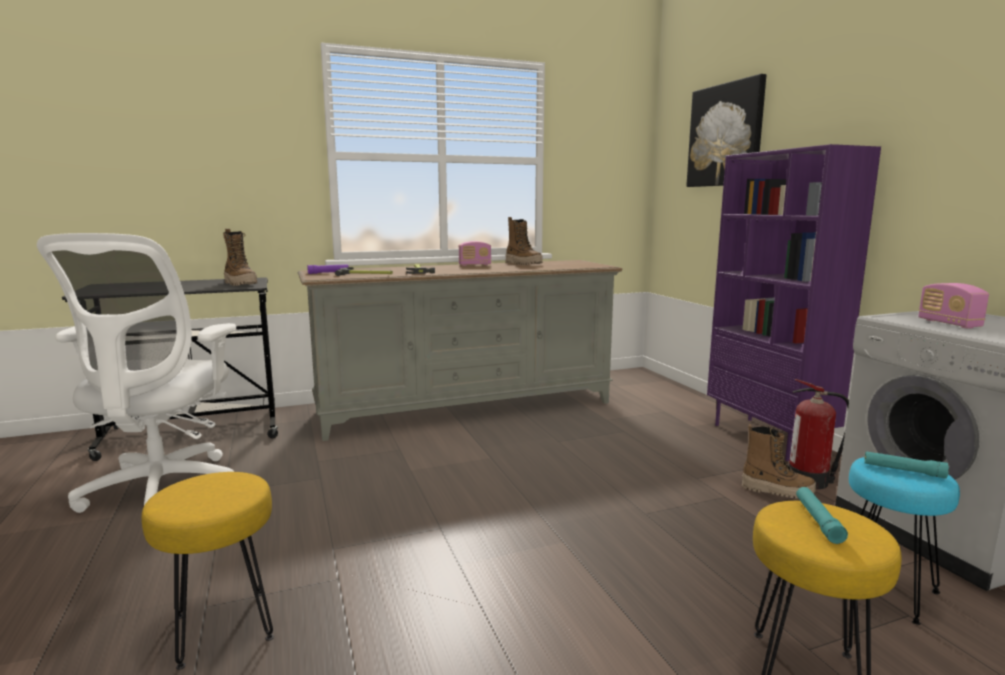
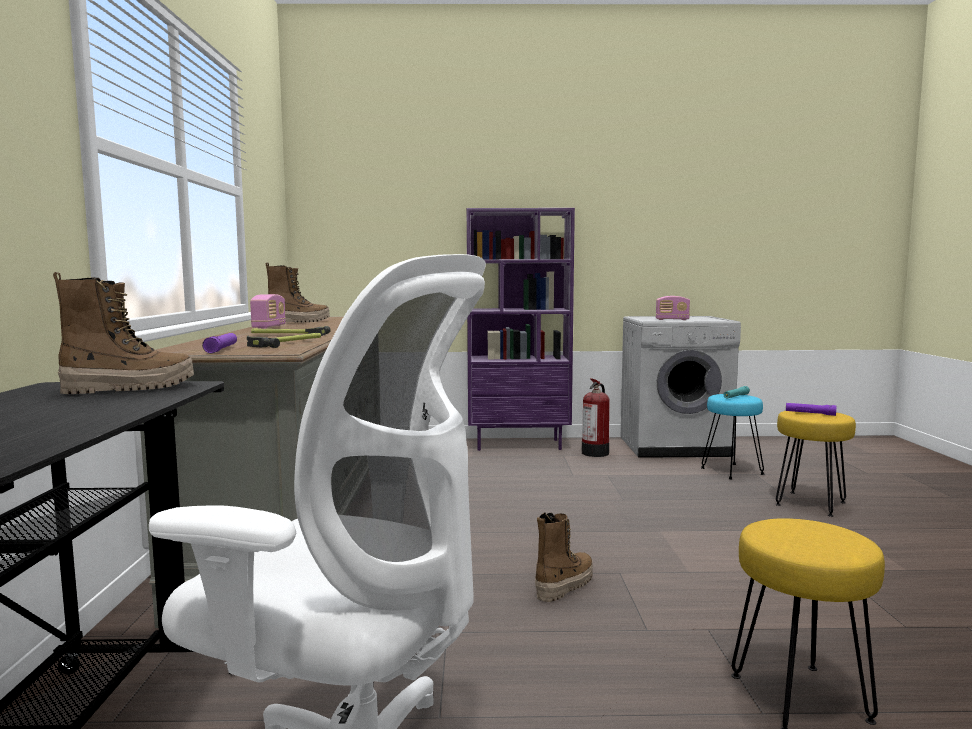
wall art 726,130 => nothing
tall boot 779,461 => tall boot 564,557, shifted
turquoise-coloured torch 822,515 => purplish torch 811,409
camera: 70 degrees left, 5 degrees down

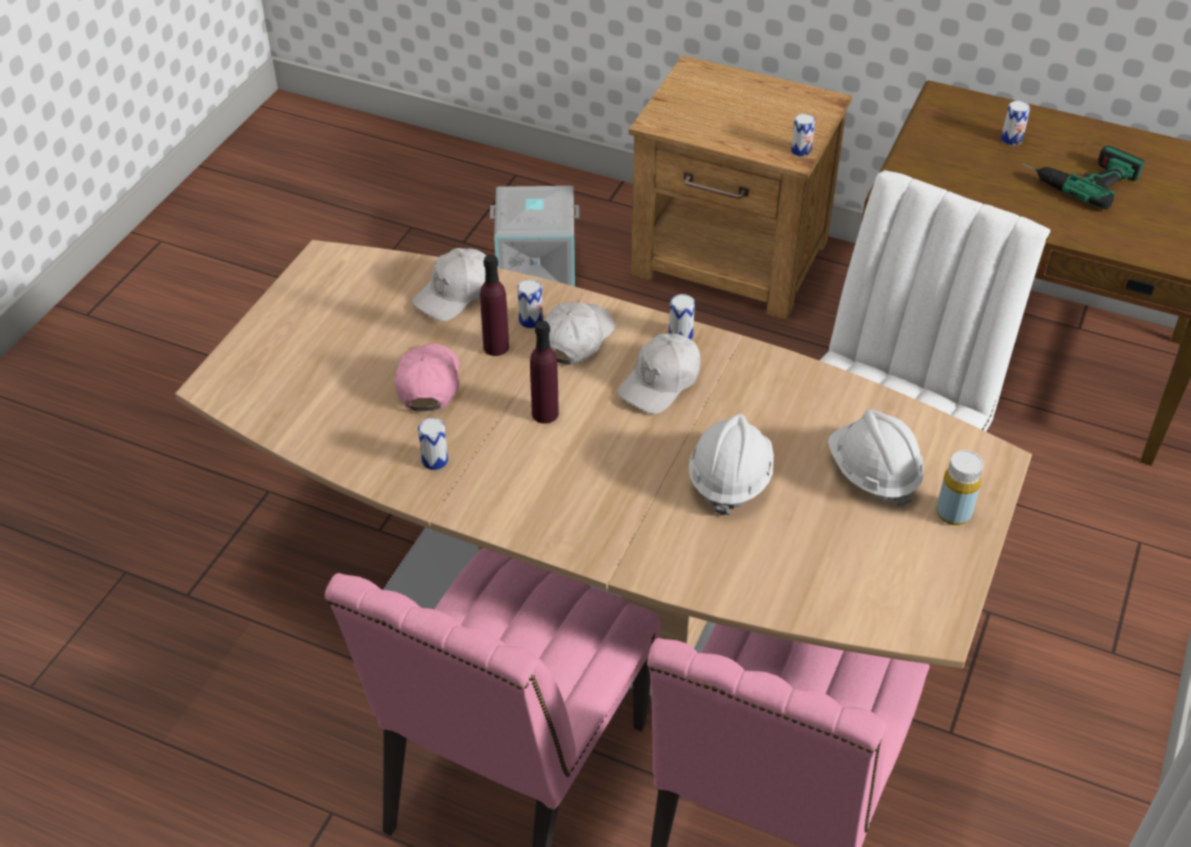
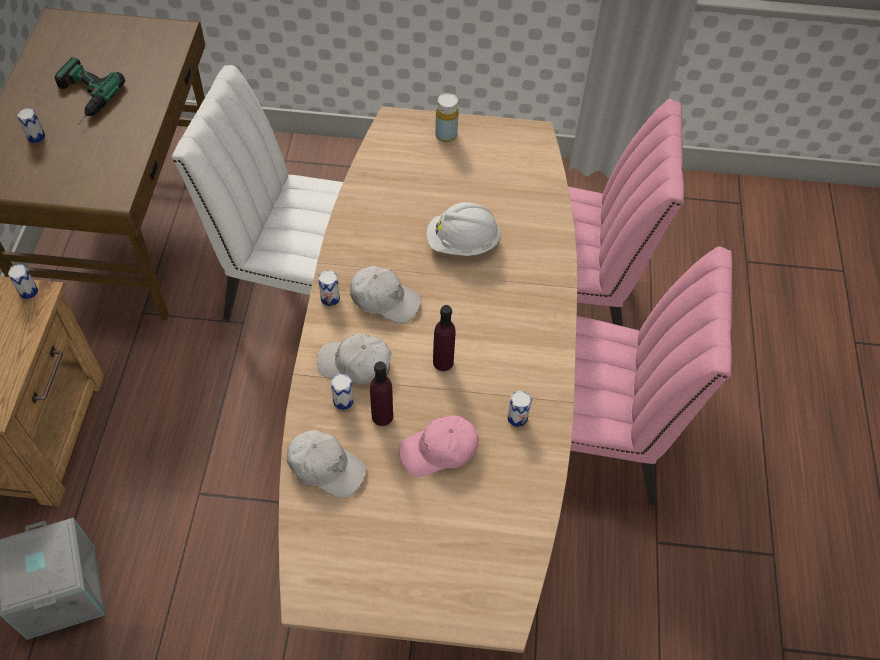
white safety helmet 876,457 => nothing
camera: 110 degrees left, 10 degrees up

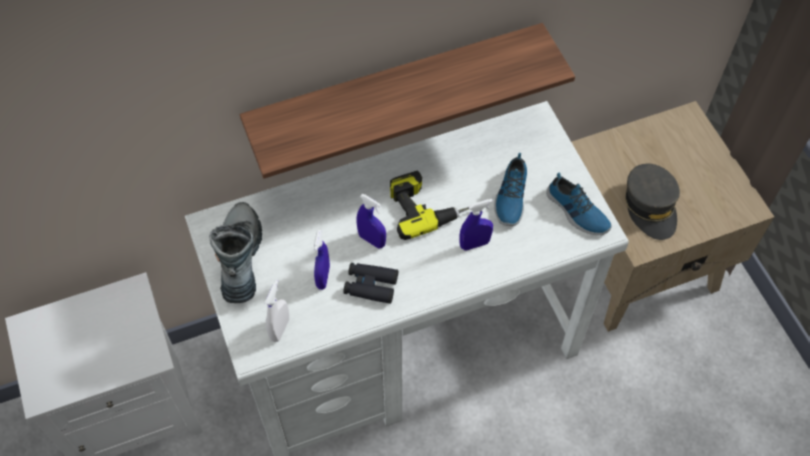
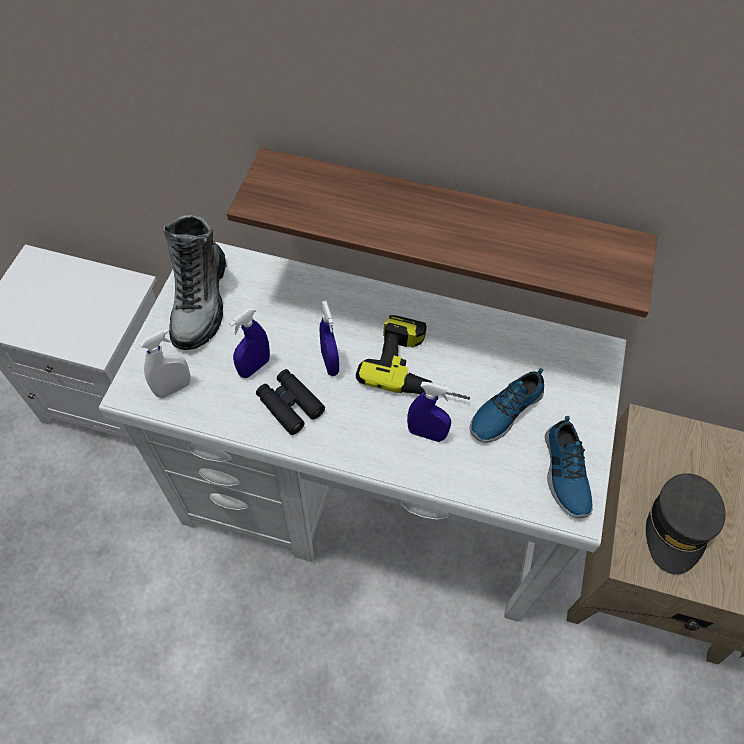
tall boot 235,252 => tall boot 195,282, 150 degrees clockwise
camera: 35 degrees right, 0 degrees up

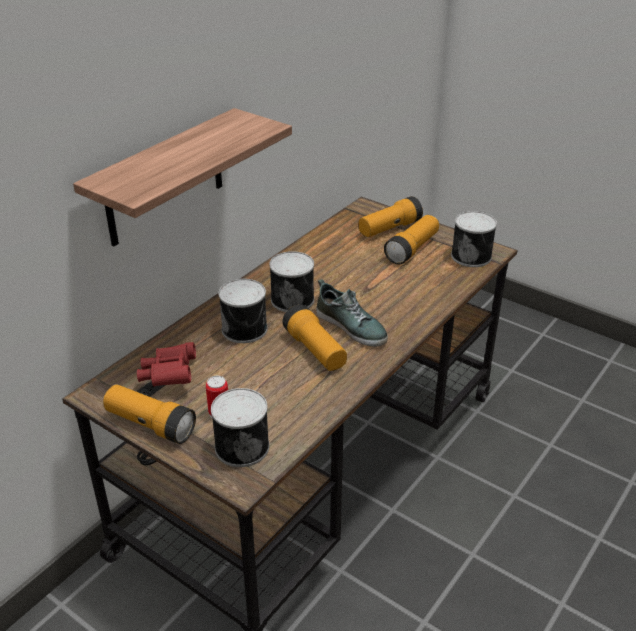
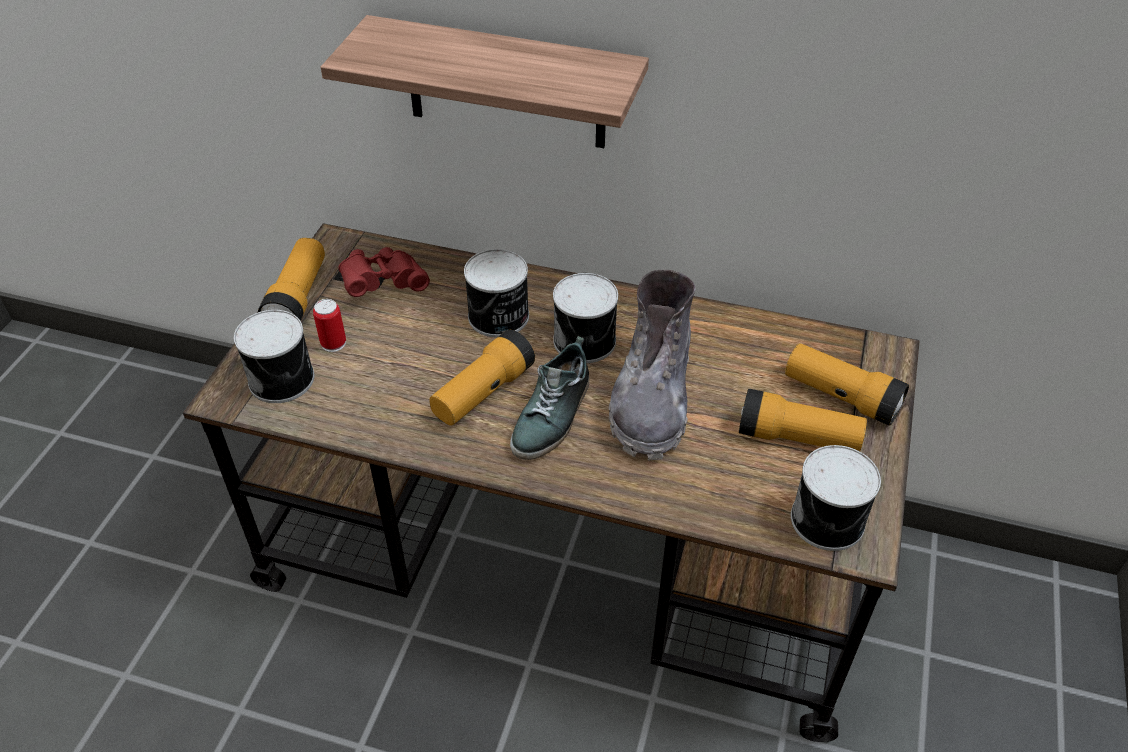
nothing => greyish tall boot 652,365
camera: 70 degrees right, 10 degrees up

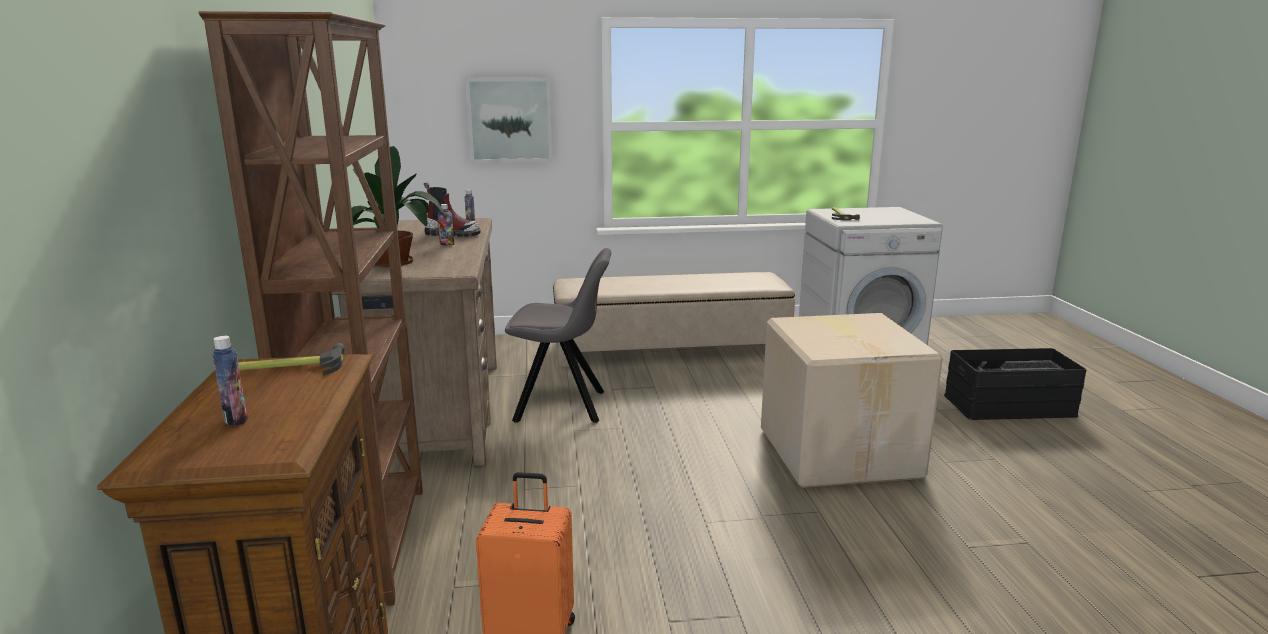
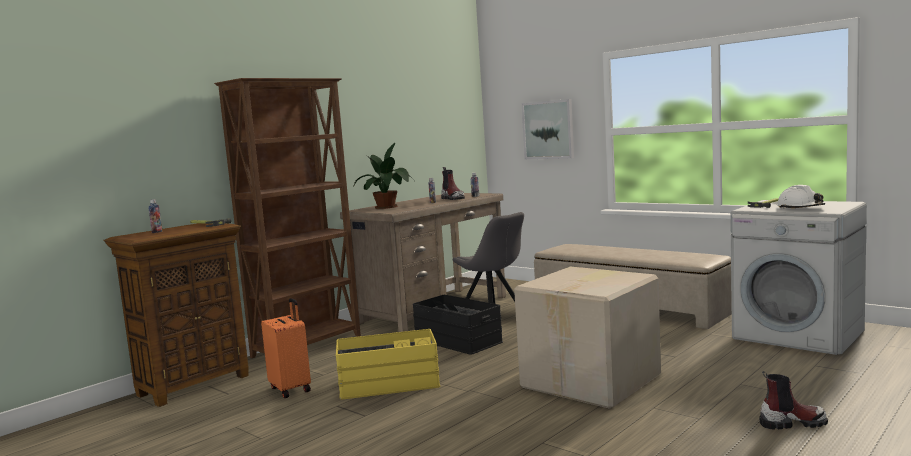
blackish storage container 1015,384 => blackish storage container 458,325, shifted
nothing => yellow-coloured storage container 388,364
nothing => tall boot 793,400
nothing => white safety helmet 801,197
camera: 50 degrees right, 10 degrees down

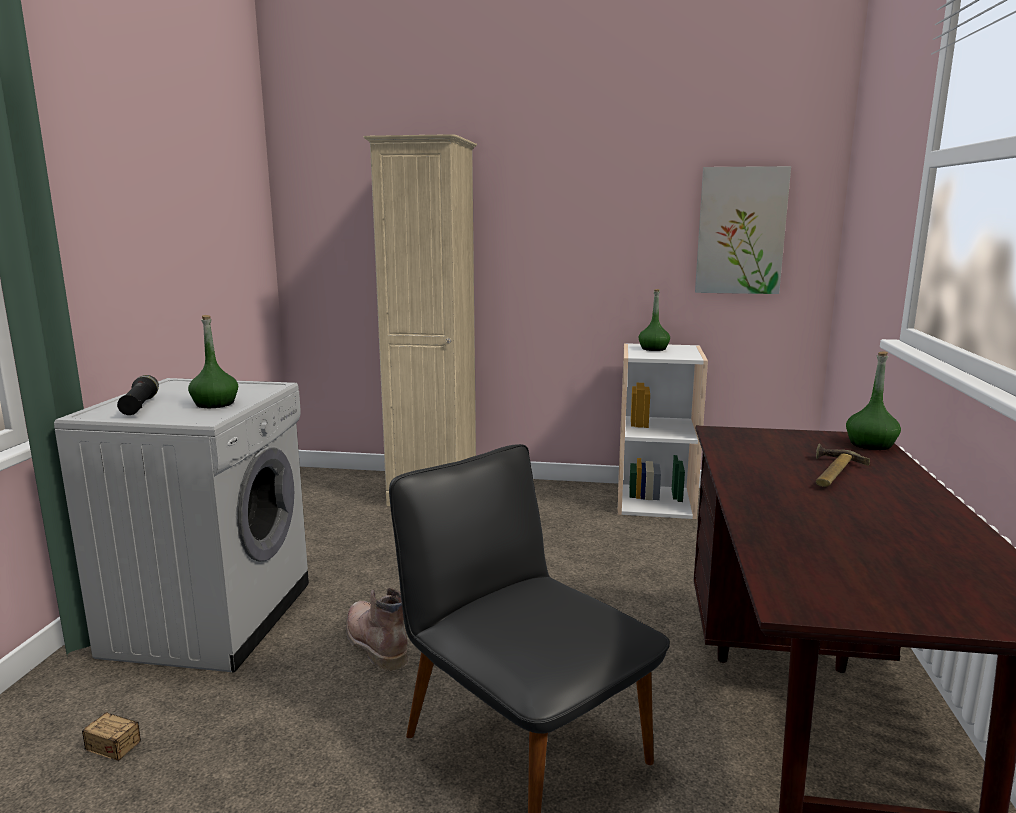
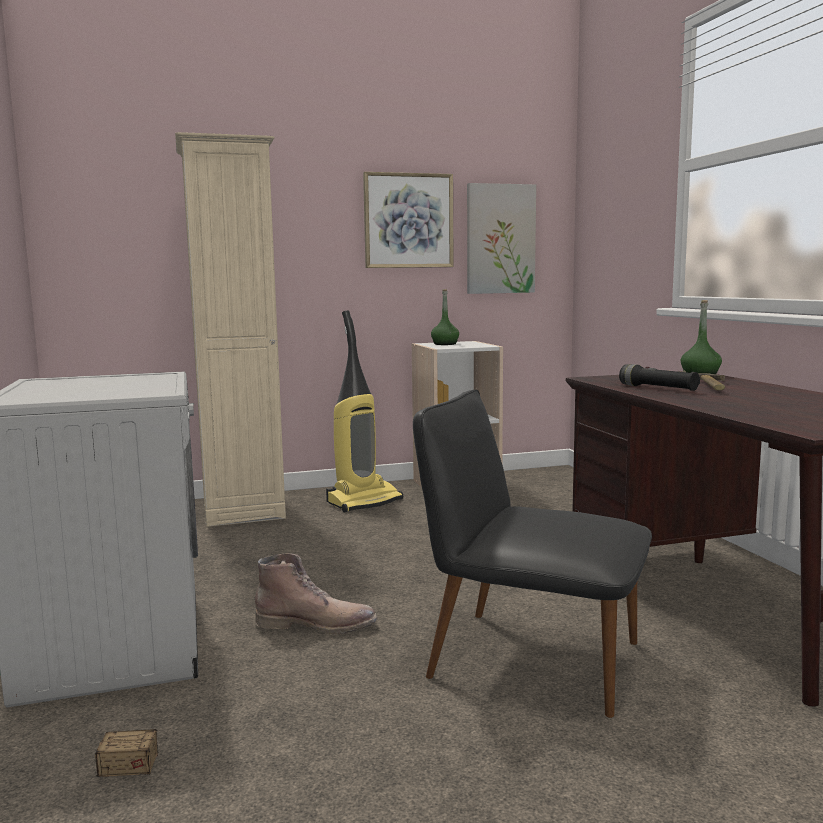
blackish torch 138,395 => blackish torch 659,377, shifted
green bottle 213,361 => nothing
brownish tall boot 377,629 => brownish tall boot 316,594, 150 degrees clockwise
nothing => hoover 364,411
nothing => wall art 408,220
camera: 25 degrees left, 5 degrees down

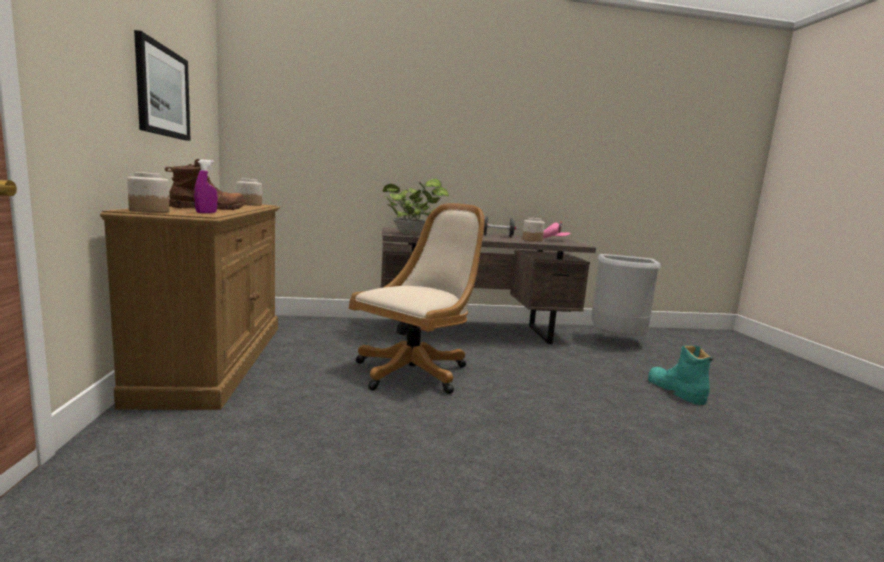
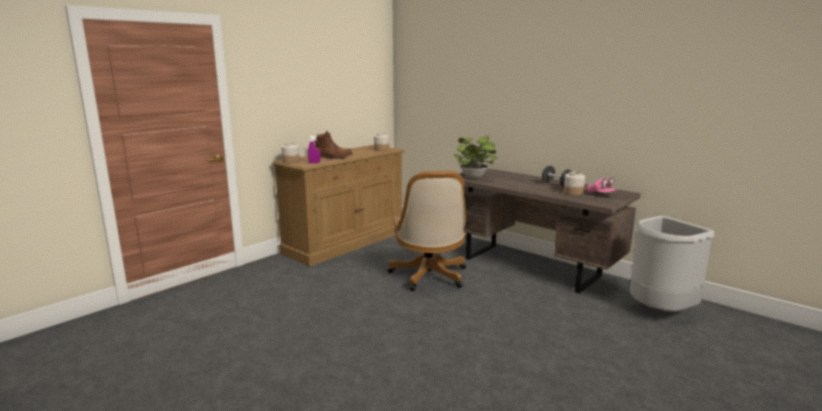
wall art 162,85 => nothing
office chair 417,298 => office chair 426,231, 90 degrees clockwise
turquoise-coloured tall boot 680,375 => nothing
camera: 50 degrees right, 5 degrees up

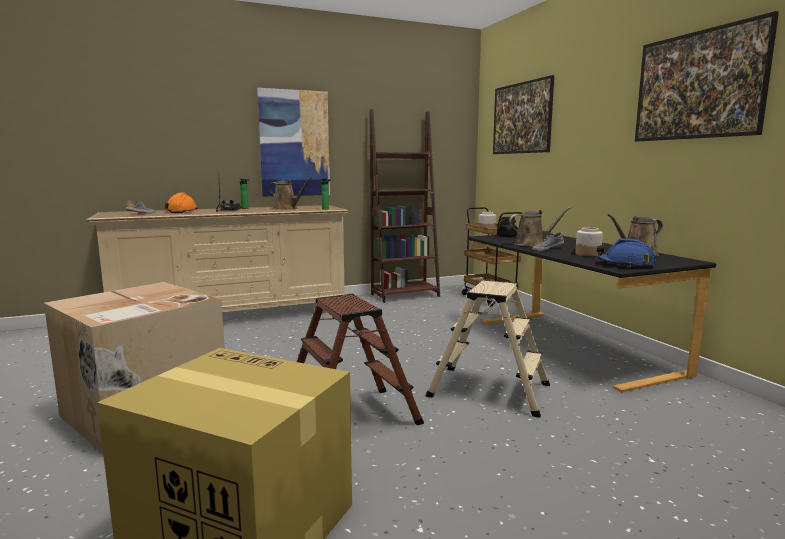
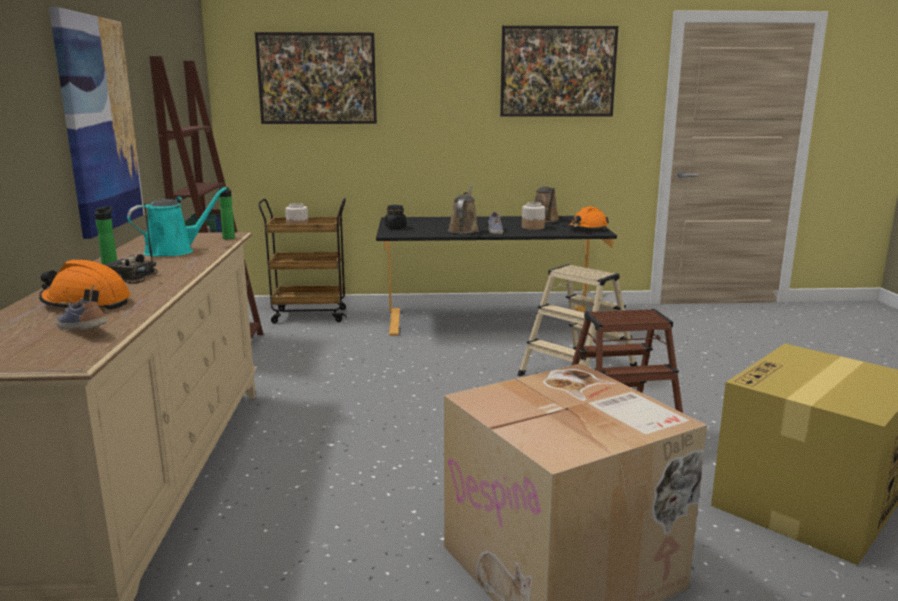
brownish watering can 290,193 => turquoise-coloured watering can 177,221
bluish safety helmet 626,253 => orangey safety helmet 589,218
camera: 70 degrees left, 5 degrees up

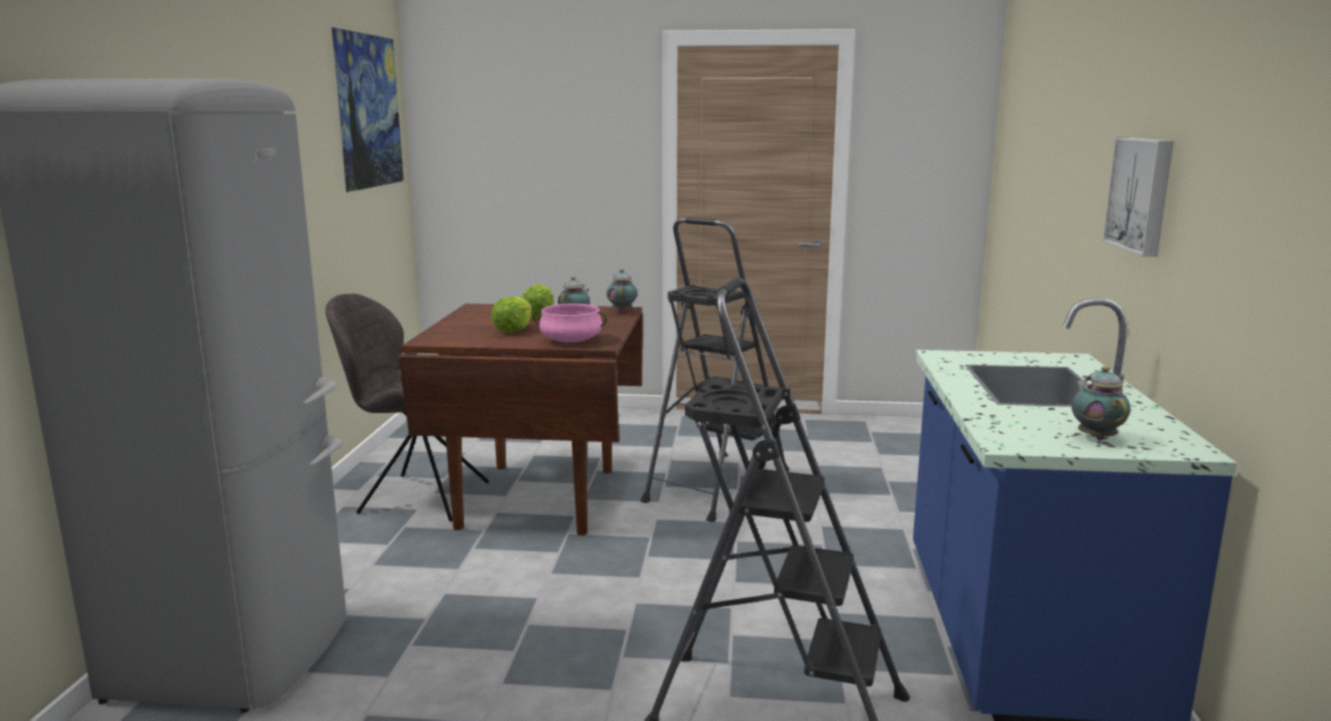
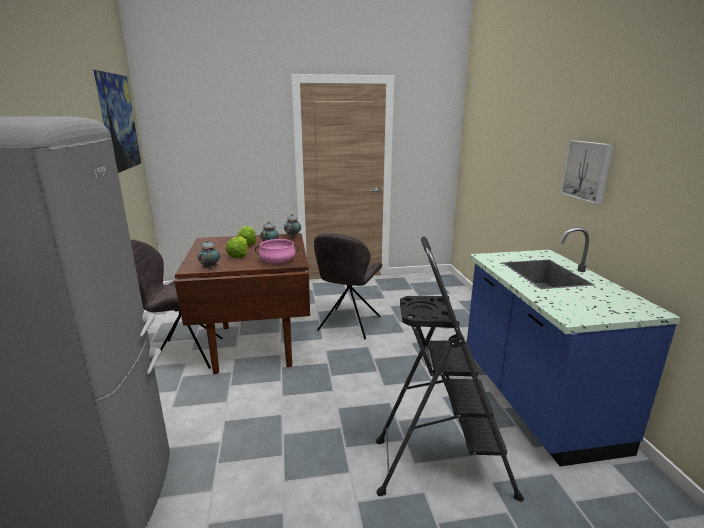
step ladder 715,369 => greyish plain chair 348,286
teapot 1101,403 => teapot 209,255, shifted
camera: 15 degrees left, 5 degrees up

